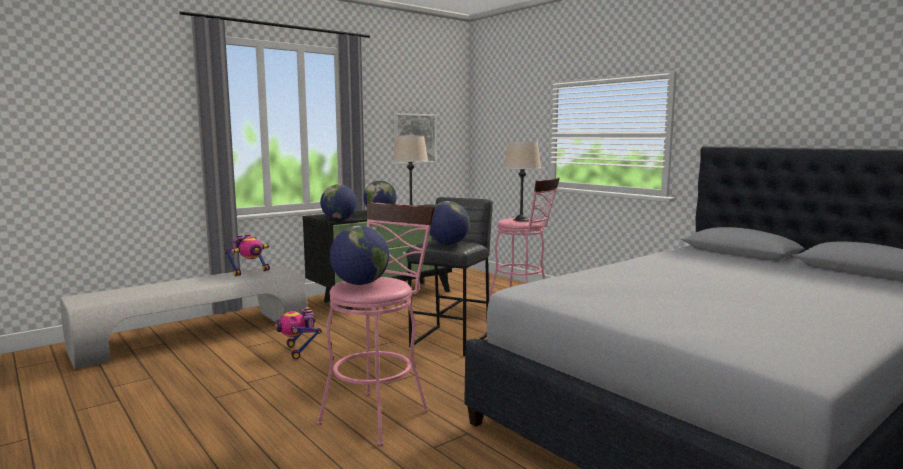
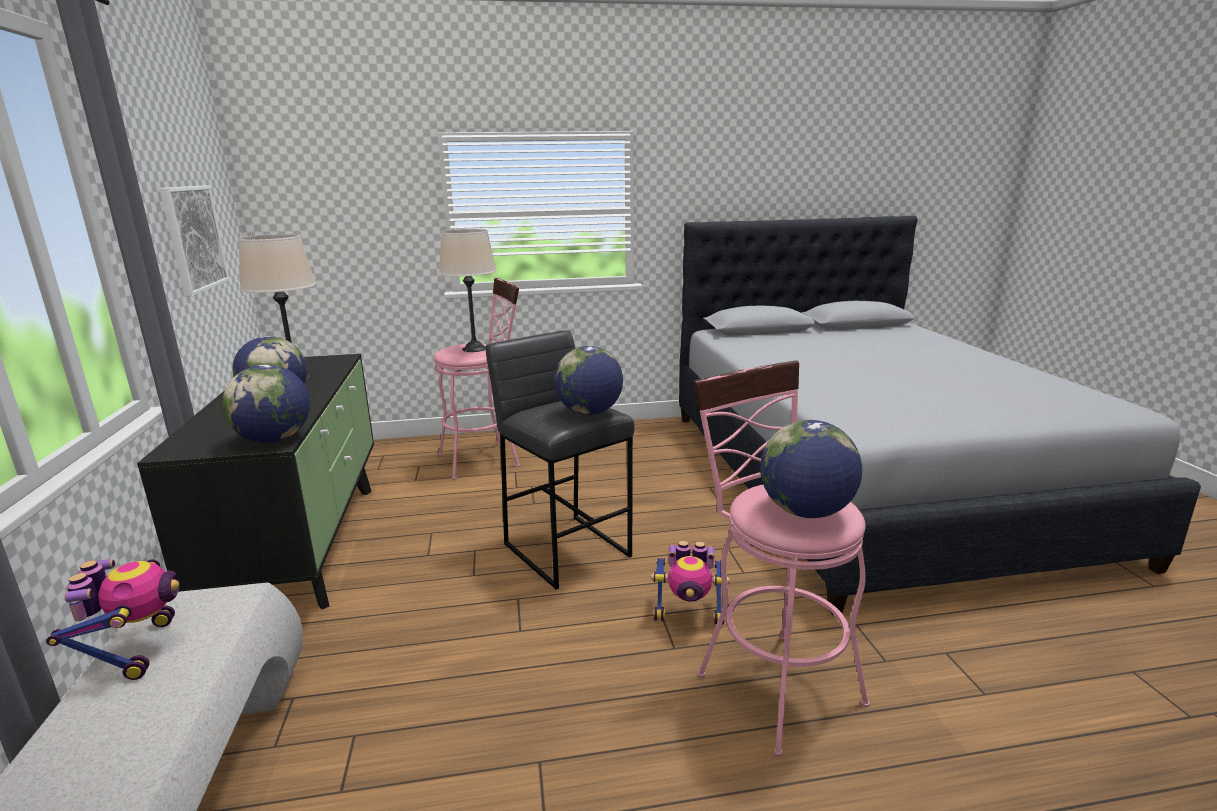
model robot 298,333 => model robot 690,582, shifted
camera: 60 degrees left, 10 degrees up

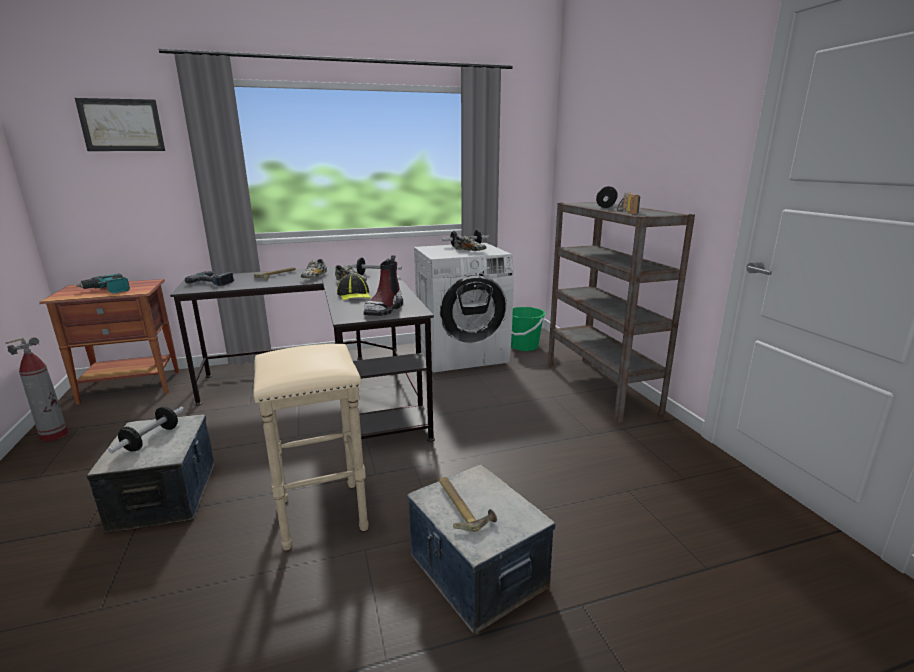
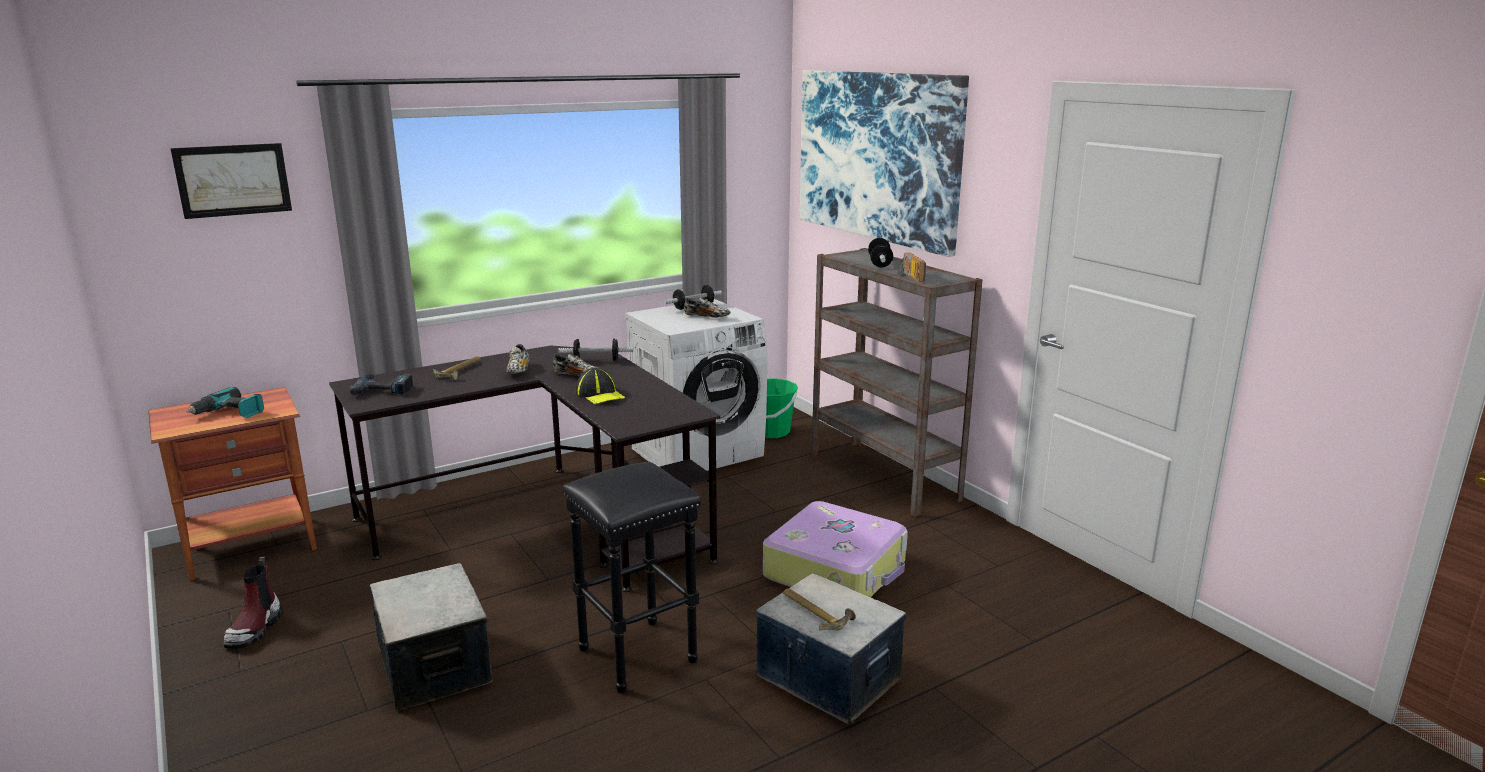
fire extinguisher 37,390 => nothing
free weight 146,430 => nothing
beige sitting stool 310,447 => blackish sitting stool 631,577
tall boot 383,285 => tall boot 253,603, shifted
nothing => travel case 835,549
nothing => wall art 884,163
camera: 15 degrees left, 0 degrees up

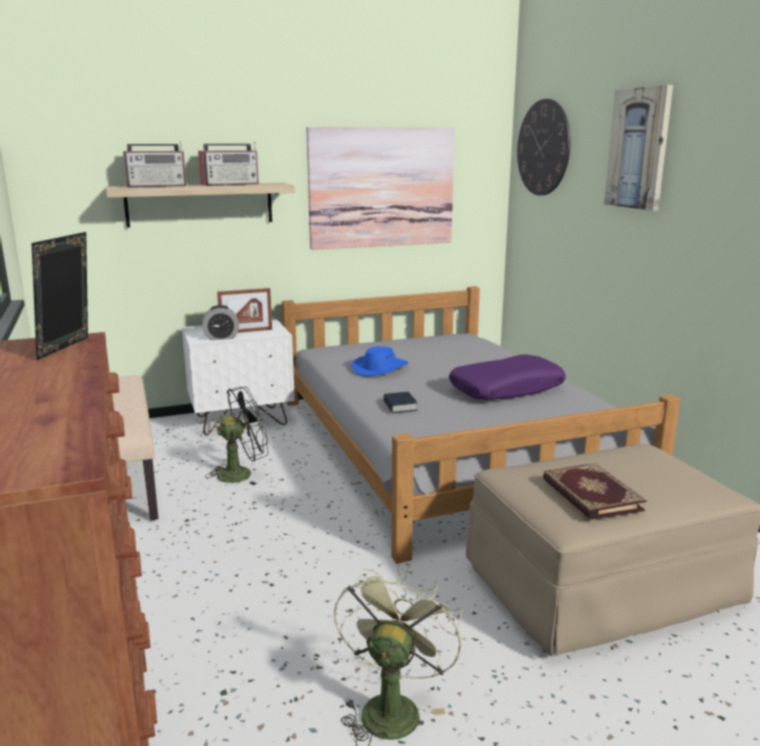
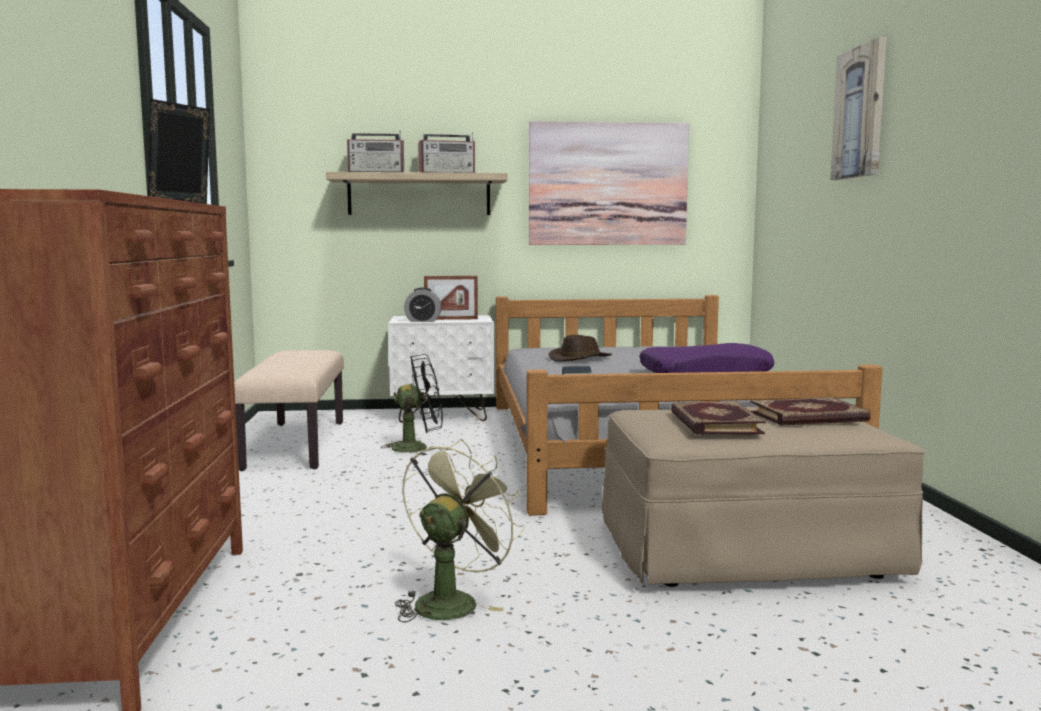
bluish hat 379,361 => brownish hat 580,348
hanging clock 544,147 => nothing
nothing => volume 810,411
camera: 15 degrees right, 10 degrees down

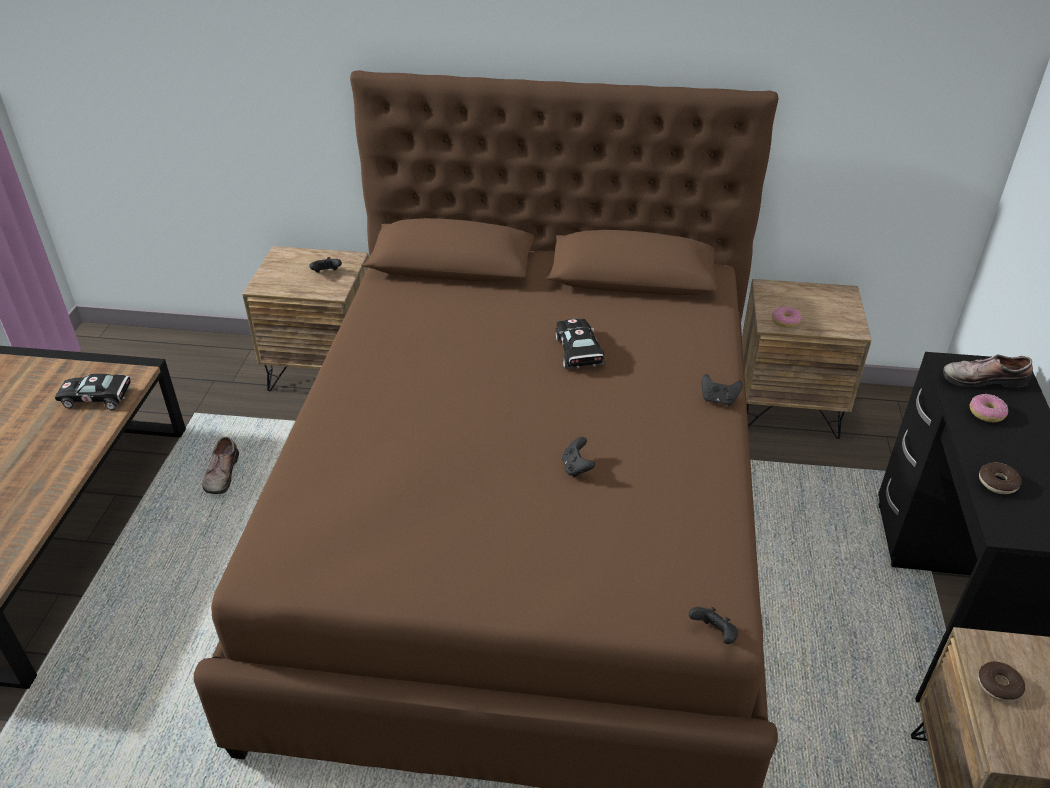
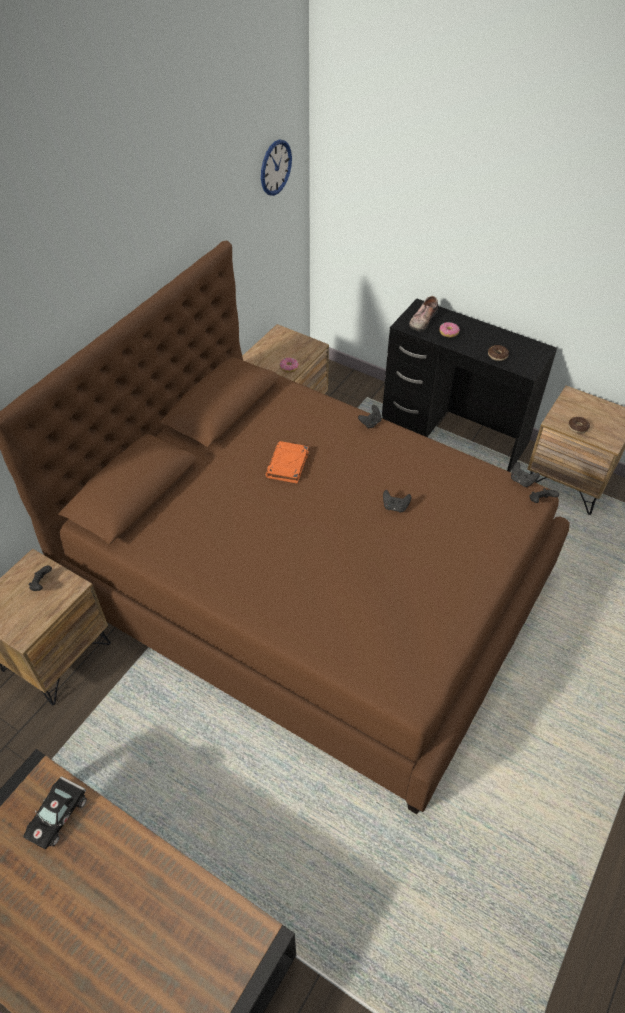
item of footwear 221,465 => nothing
blackish miniature car 579,344 => orangey volume 287,462
nothing => hanging clock 276,167
nothing => blackish game controller 525,474
camera: 65 degrees left, 10 degrees up

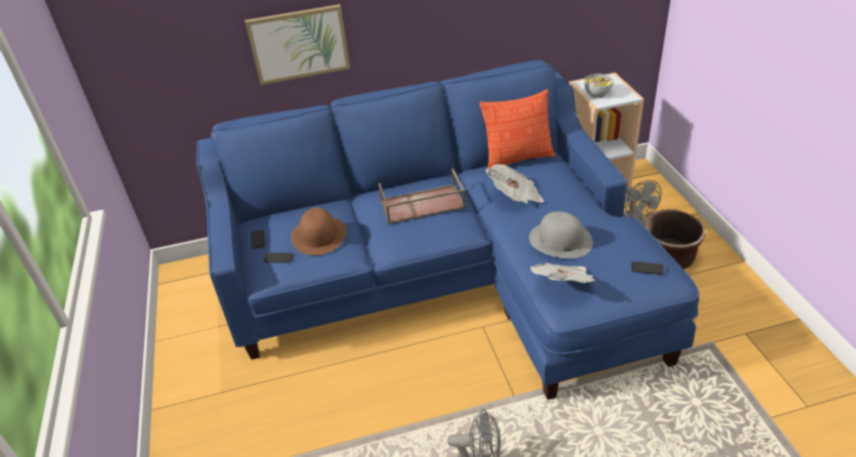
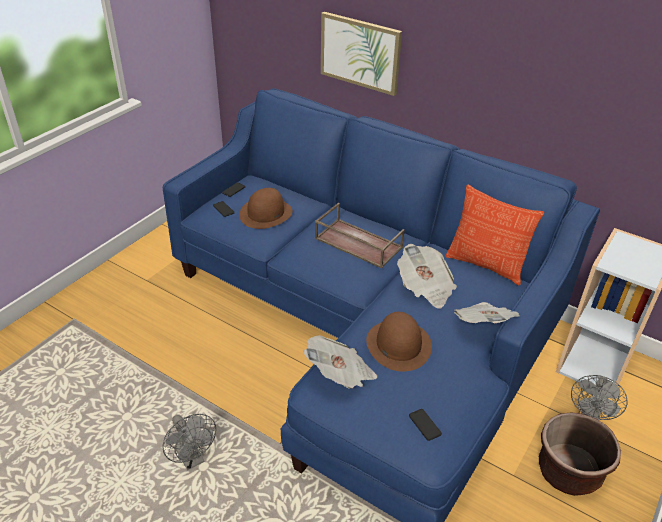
greyish hat 561,235 => brownish hat 399,341
bowl 598,86 => nothing
nothing => newspaper 487,312
camera: 45 degrees right, 0 degrees up

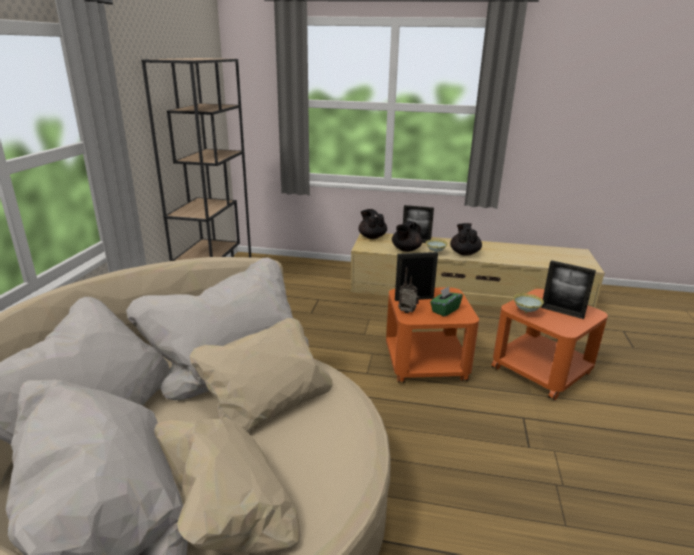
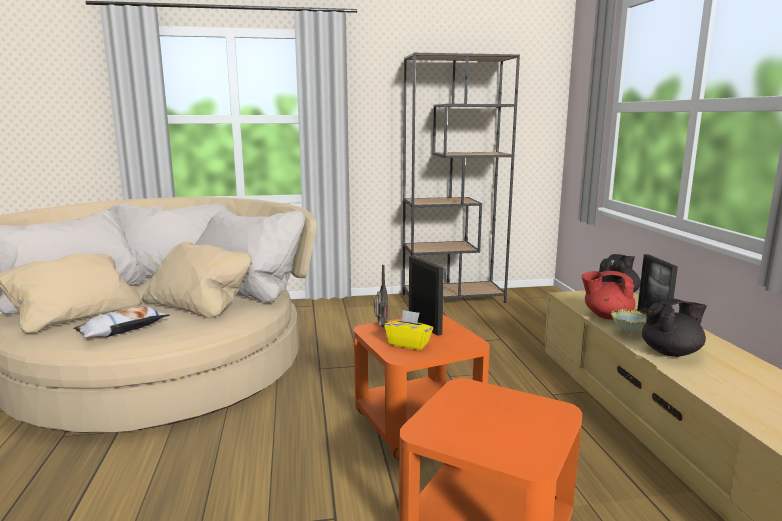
blackish teapot 407,236 => red teapot 609,295
green box of tissues 446,301 => yellow-coloured box of tissues 408,330
bowl 528,303 => nothing
picture frame 568,289 => nothing
nothing => cushion 121,322
camera: 70 degrees right, 10 degrees down

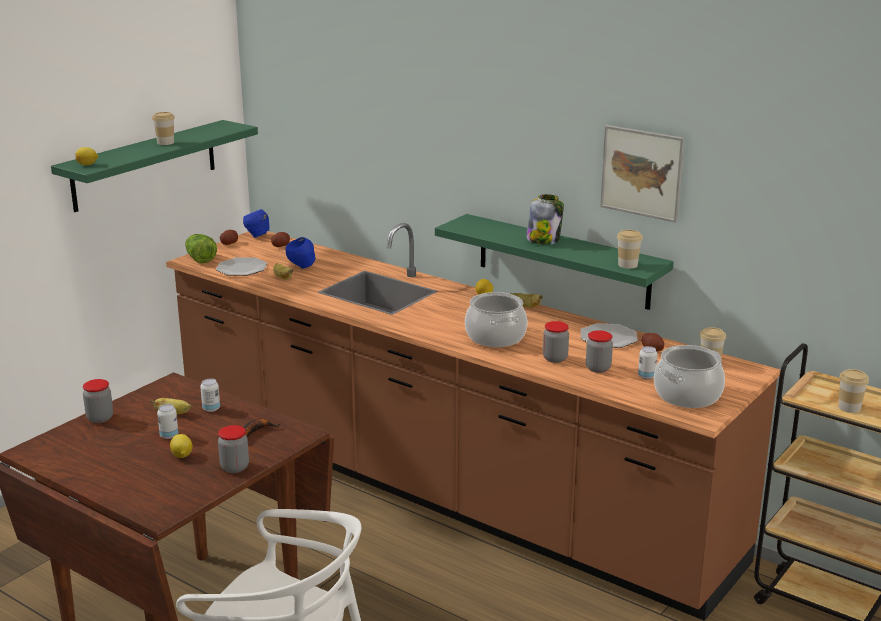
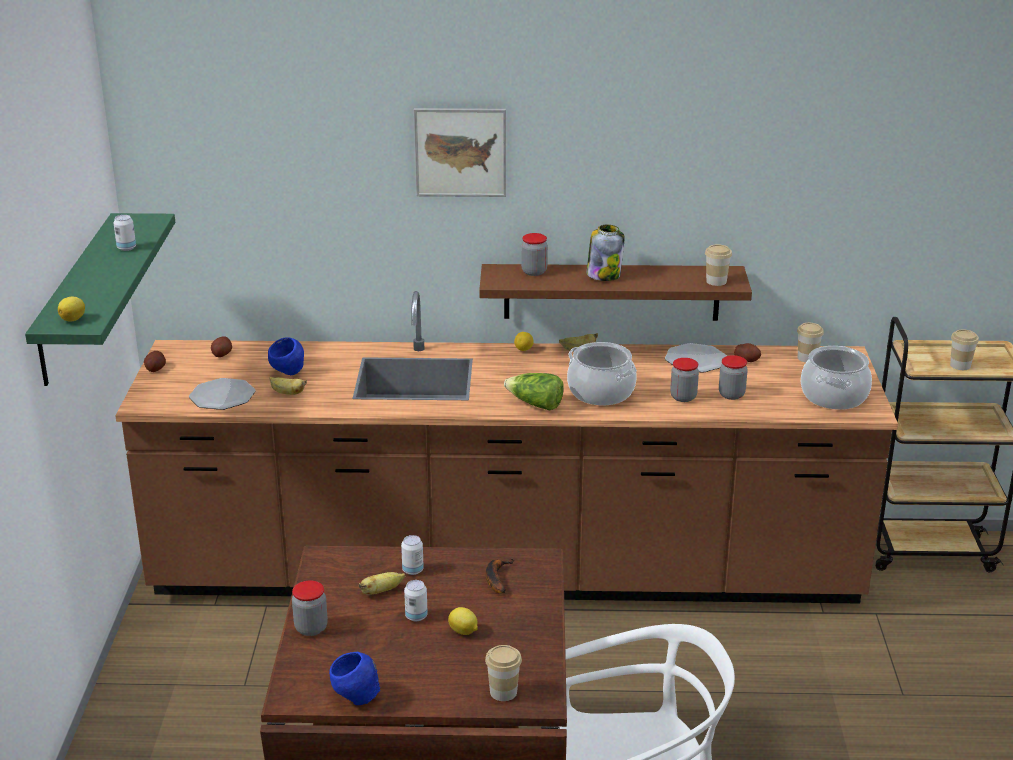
drinking cup 163,128 => drinking cup 503,673, shifted
lettuce head 201,248 => lettuce head 534,392, shifted
jar 233,449 => jar 534,254, shifted
bluish bowl 256,223 => bluish bowl 354,678, shifted
green wall shelf 554,262 => brownish wall shelf 615,292
wall art 642,174 => wall art 460,152, shifted
metal can 647,363 => metal can 124,233, shifted
camera: 35 degrees left, 5 degrees up

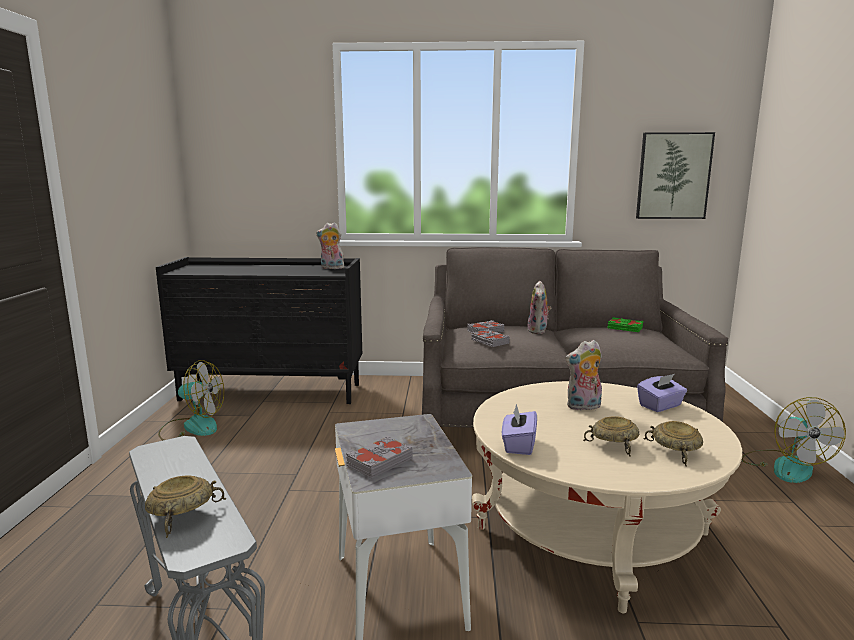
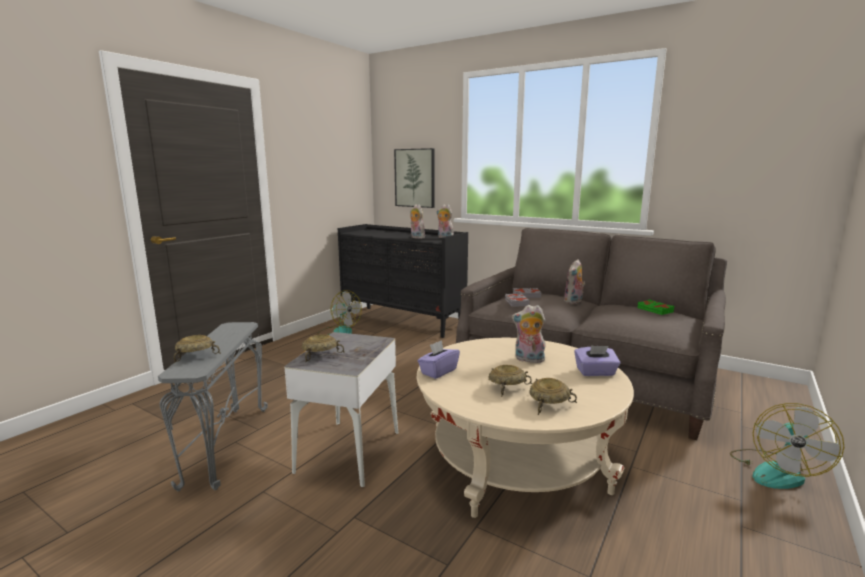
greyish volume 379,457 => beige bowl 323,348
wall art 675,175 => wall art 414,178, shifted
nothing => cuddly toy 417,221
camera: 30 degrees right, 0 degrees up

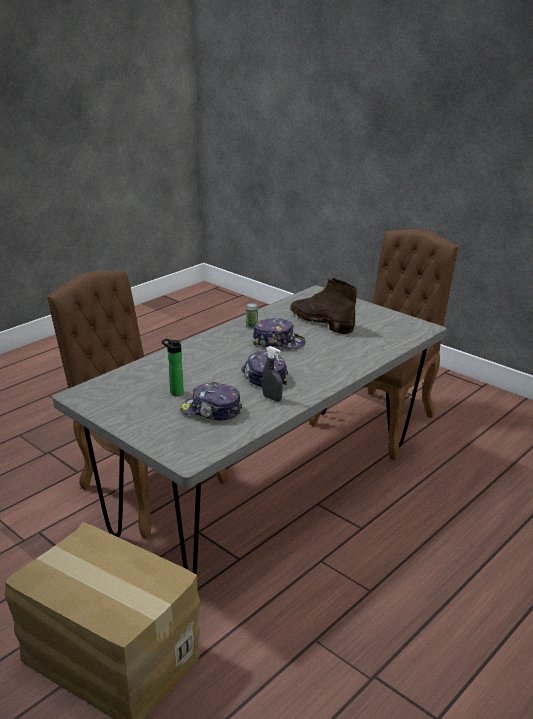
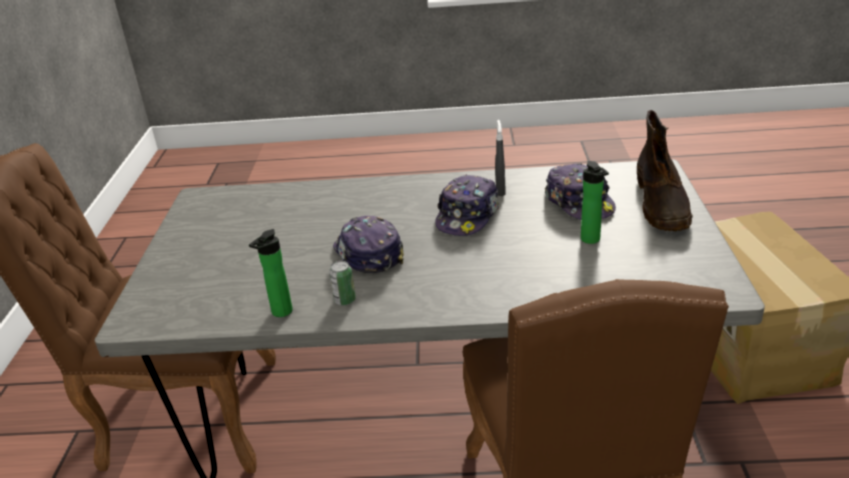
brownish tall boot 323,306 => brownish tall boot 665,171, shifted
nothing => bottle 271,273
camera: 130 degrees left, 5 degrees up

